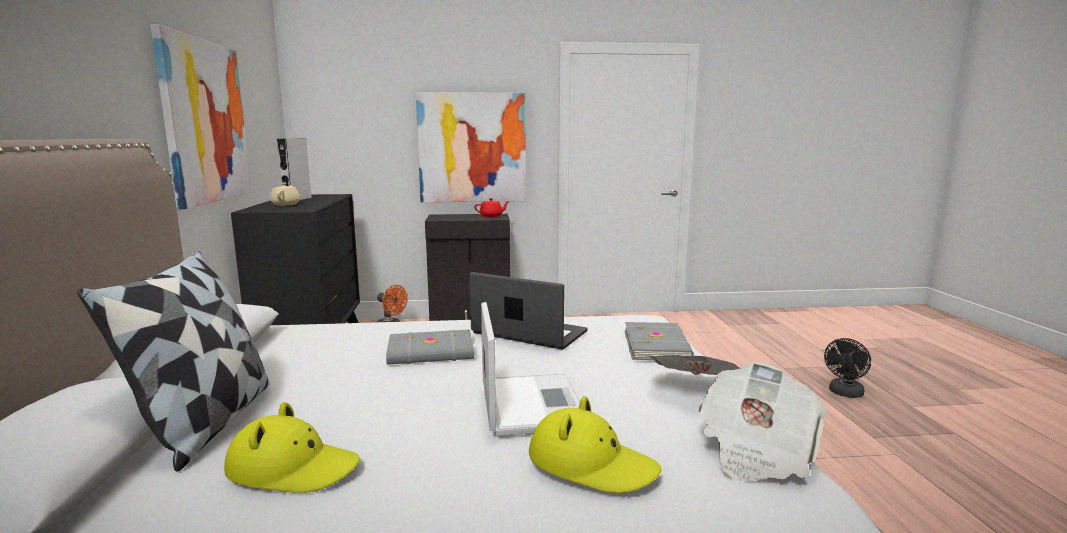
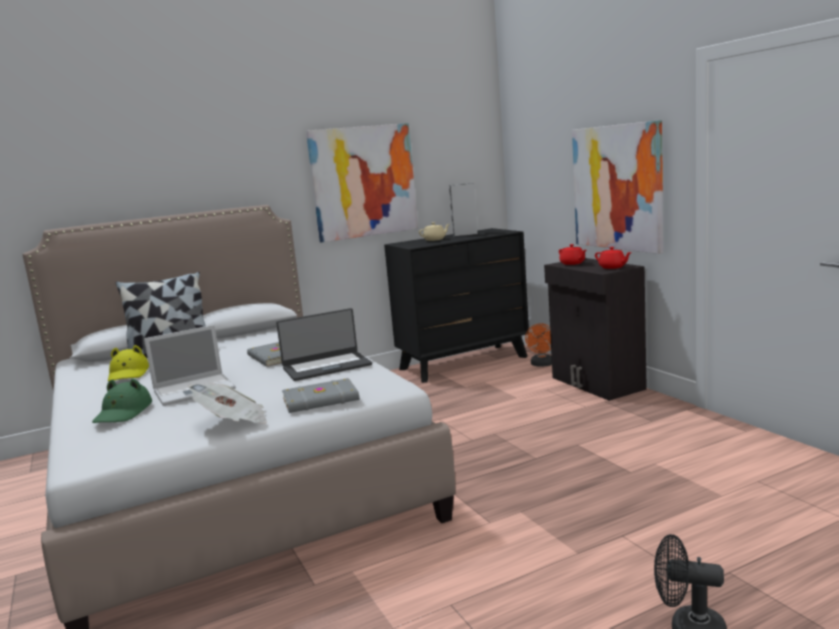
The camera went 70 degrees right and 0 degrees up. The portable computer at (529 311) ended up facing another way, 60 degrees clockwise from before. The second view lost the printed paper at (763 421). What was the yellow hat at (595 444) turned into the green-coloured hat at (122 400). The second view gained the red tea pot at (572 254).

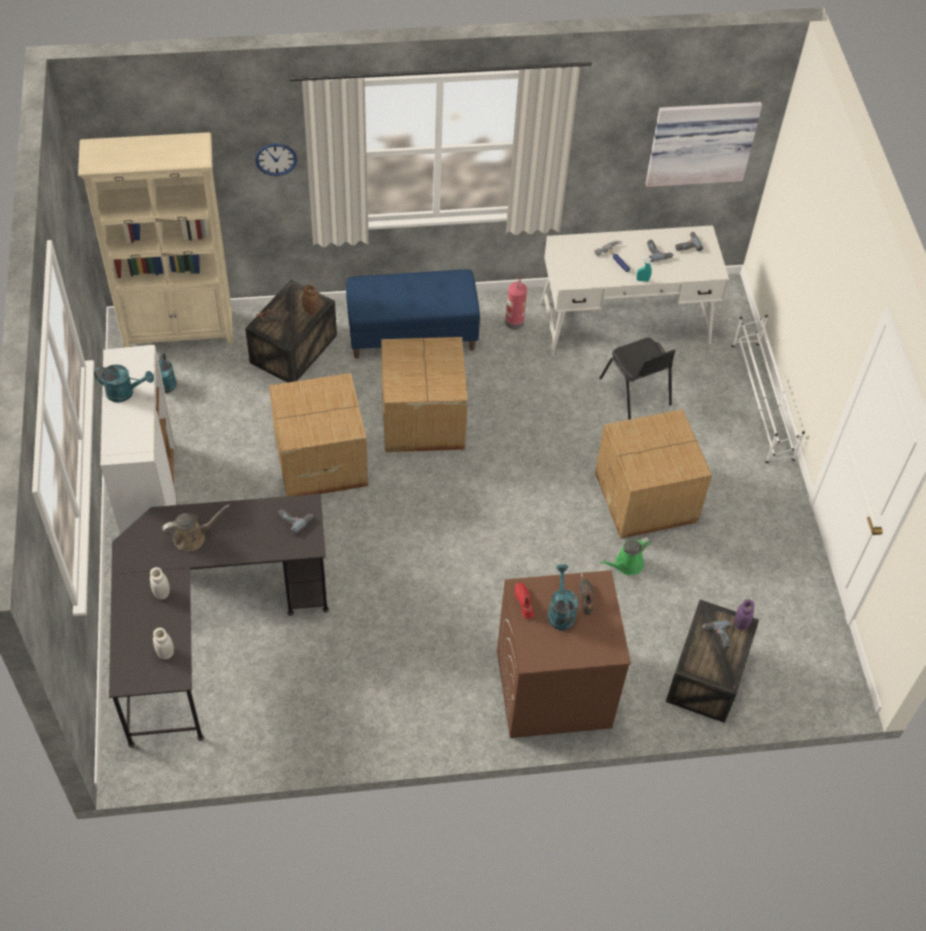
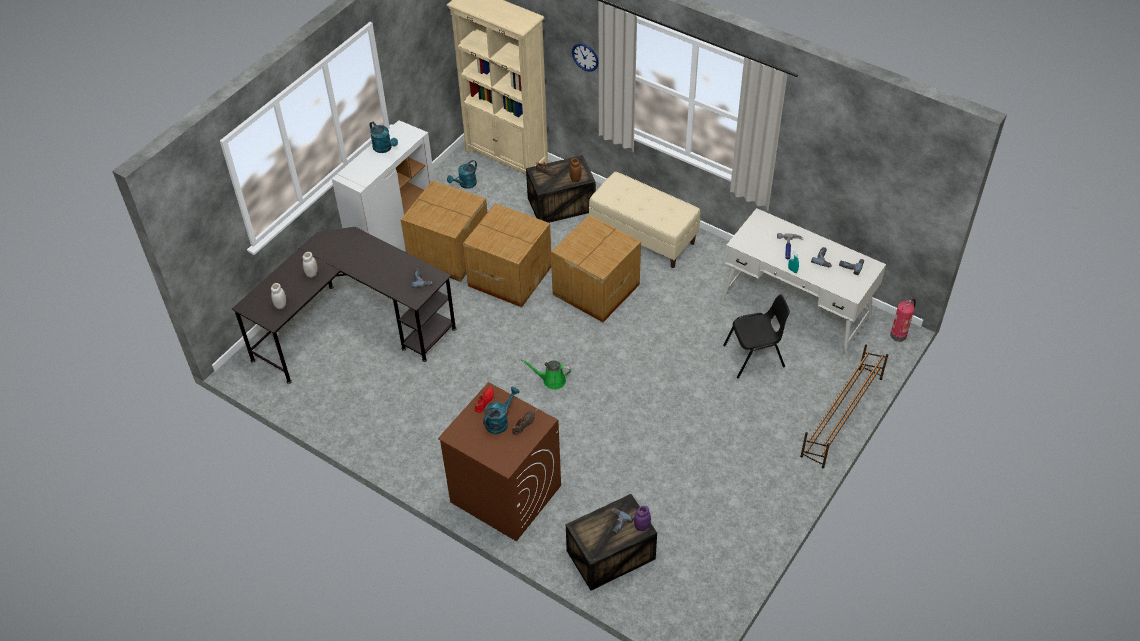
The camera went 45 degrees right and 5 degrees down. The second view lost the wall art at (704 144). What was the blue-coloured long seat at (413 314) turned into the sand-coloured long seat at (644 220). The extinguisher ended up elsewhere, having gone from (516 303) to (903 320). What was the white shoe stand at (768 389) turned into the brown shoe stand at (844 406). The black-coloured plain chair at (638 379) ended up facing another way, 120 degrees counterclockwise from before. The cardboard box ended up elsewhere, having gone from (653 474) to (444 231). The second view lost the brown watering can at (196 528). The green-coloured watering can ended up elsewhere, having gone from (625 556) to (546 374).

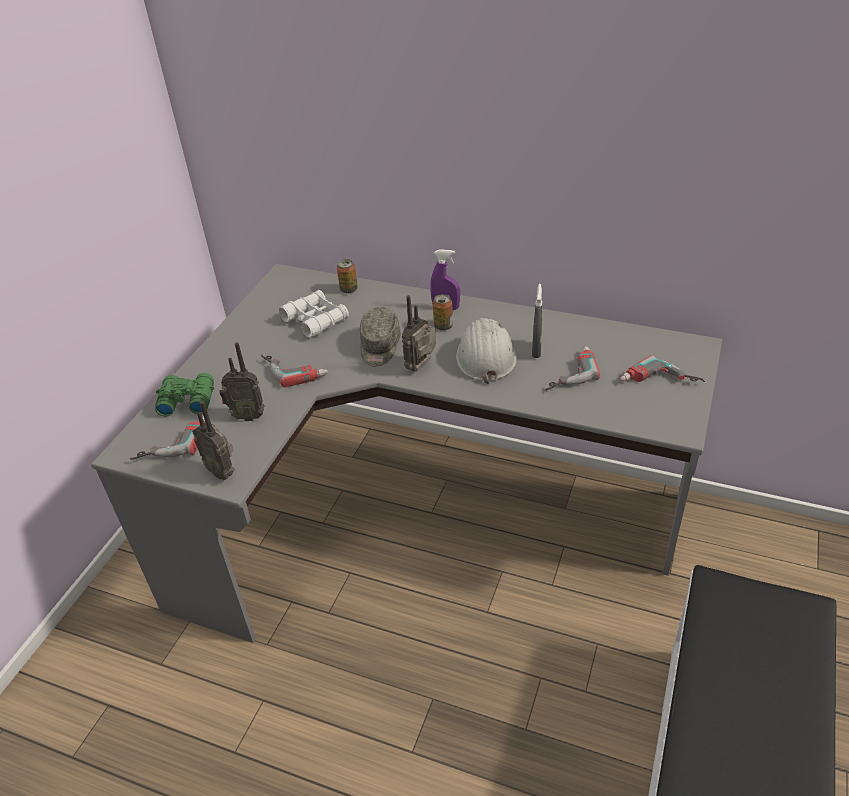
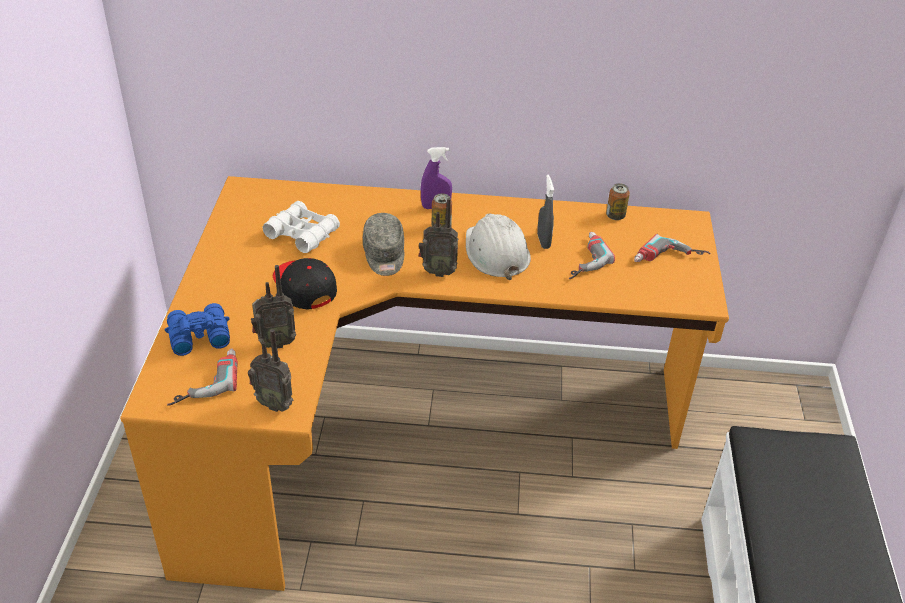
The camera went 20 degrees left and 0 degrees up. The can ended up elsewhere, having gone from (347 276) to (618 201). What was the grey desk table at (406 453) turned into the orange-coloured desk table at (424 383). The radio at (419 333) ended up facing another way, 105 degrees counterclockwise from before. Where the electric drill stood at (294 370), the black-coloured cap came to stand at (305 283). What was the green-coloured binoculars at (184 395) turned into the blue-coloured binoculars at (197 329).

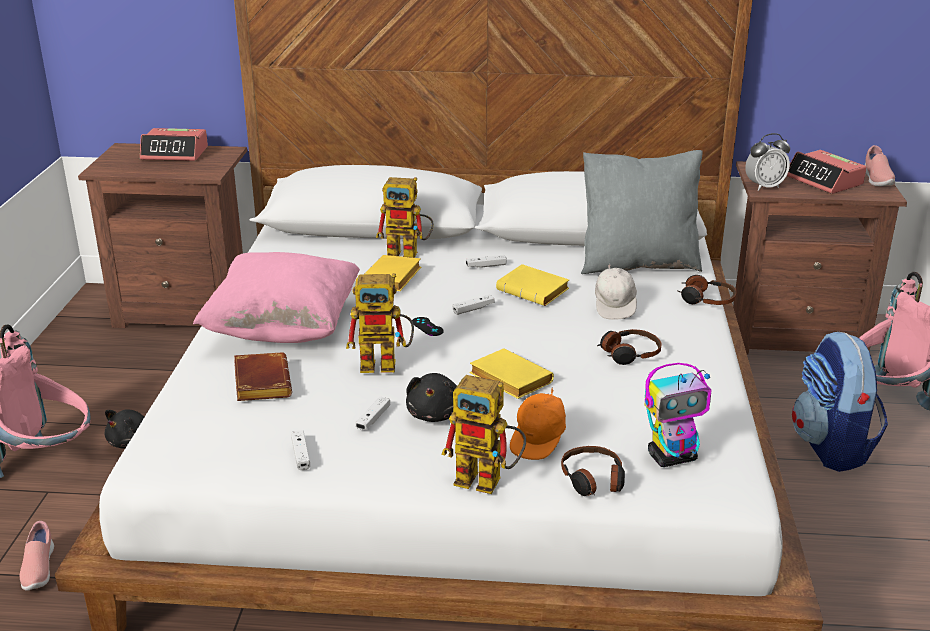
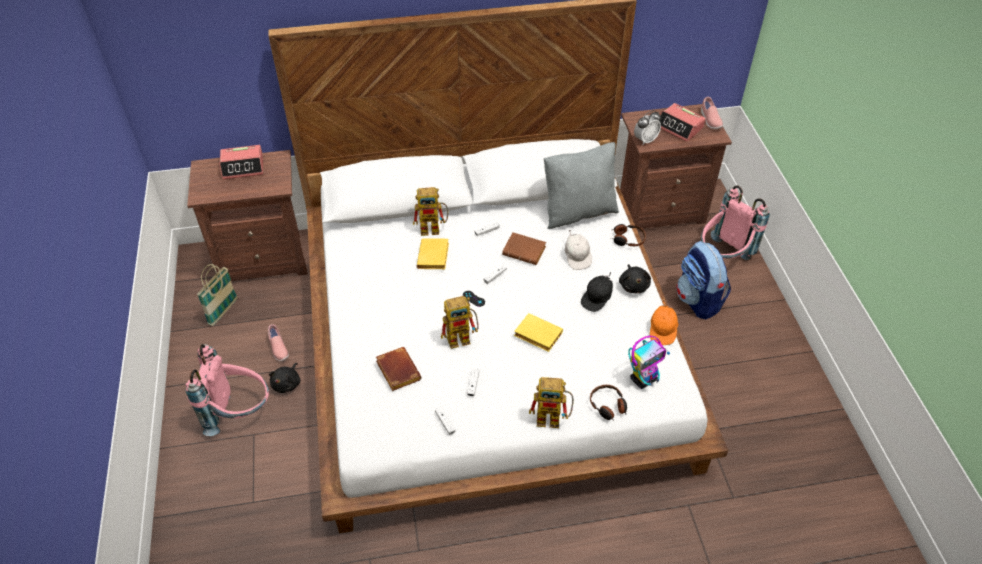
The camera went 15 degrees left and 20 degrees up. The second view lost the pink pillow at (276 297). What was the yellow volume at (532 285) turned into the brown volume at (524 248). Where the pair of headphones stood at (629 347), the black-coloured cap came to stand at (597 292). The black-coloured cuddly toy ended up elsewhere, having gone from (431 397) to (635 278). The orange-coloured cap ended up elsewhere, having gone from (538 423) to (664 322). The pink low shoe ended up elsewhere, having gone from (37 556) to (278 342). The second view gained the basket at (217 295).

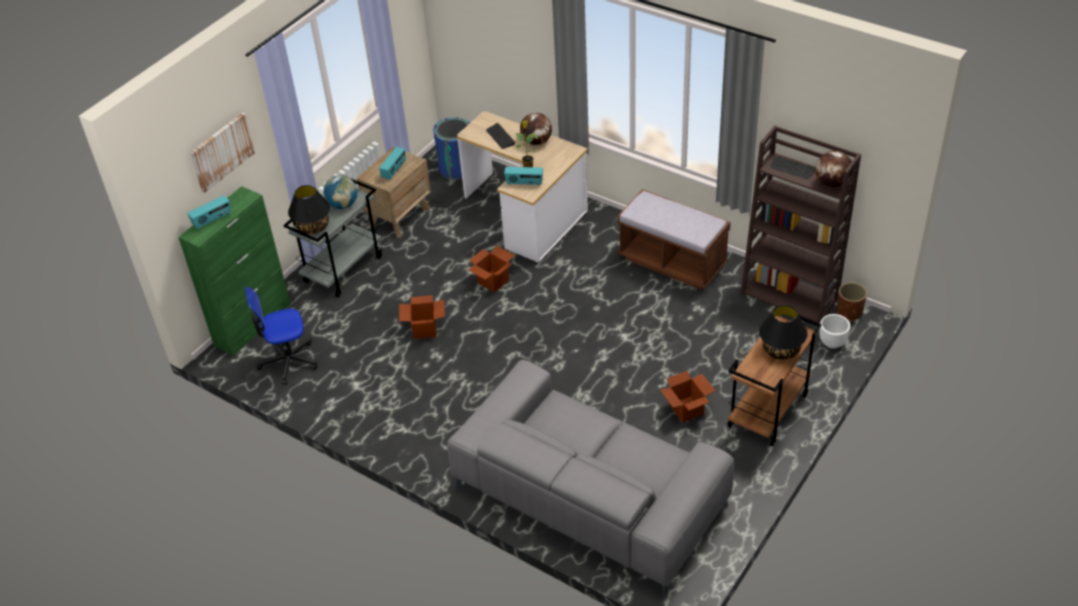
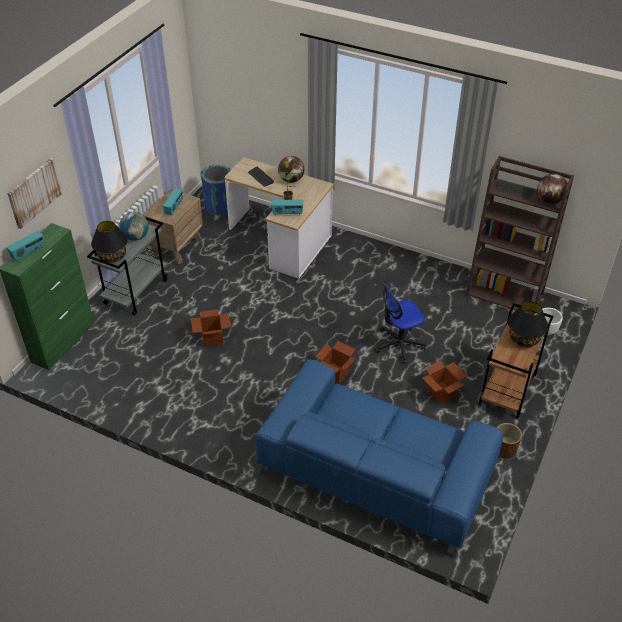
The camera went 10 degrees left and 0 degrees up. The second view lost the brown long seat at (674 239). The cardboard box ended up elsewhere, having gone from (491 269) to (335 362). The brown plant pot ended up elsewhere, having gone from (852 301) to (509 441). The computer chair ended up elsewhere, having gone from (281 336) to (400 323). What was the grey settee at (590 479) turned into the blue-coloured settee at (379 458).

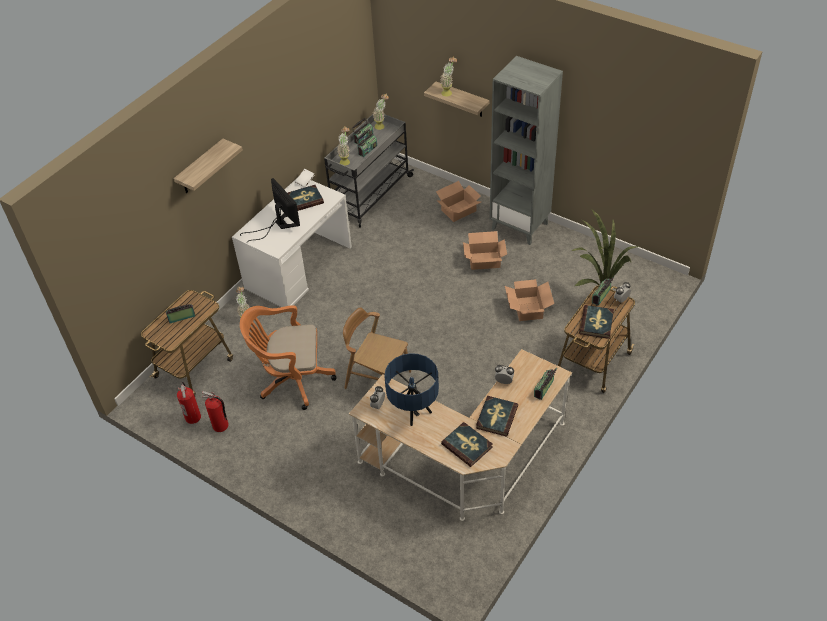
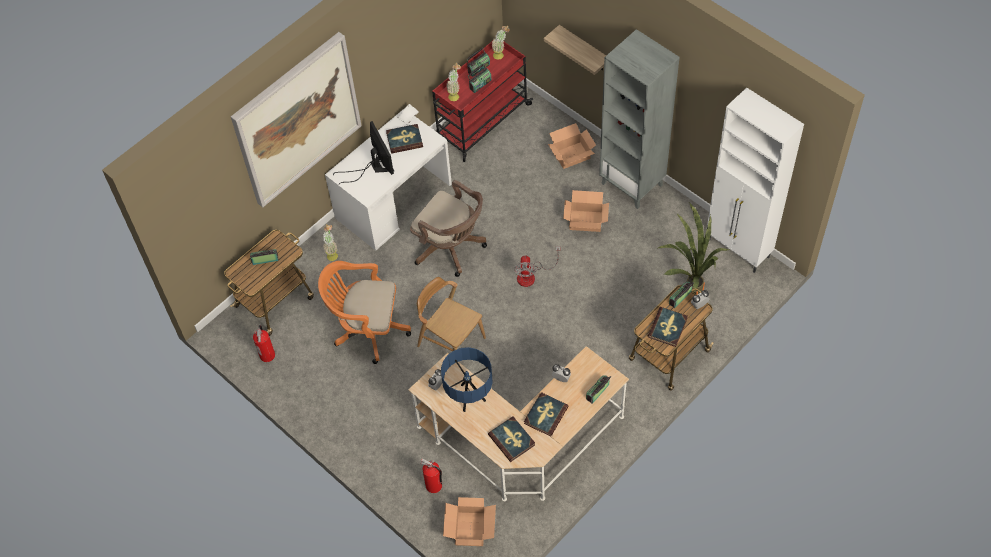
The camera went 10 degrees right and 10 degrees up. The second view lost the plant in a pot at (448 76). What was the grey trolley at (369 170) turned into the red trolley at (482 100). Where the wall shelf hung at (208 166), the wall art came to hang at (296 119). The cardboard box ended up elsewhere, having gone from (529 300) to (469 521). The extinguisher ended up elsewhere, having gone from (215 411) to (431 475). The second view gained the white cupboard at (755 180). The second view gained the brown computer chair at (448 228). The second view gained the electric fan at (537 266).

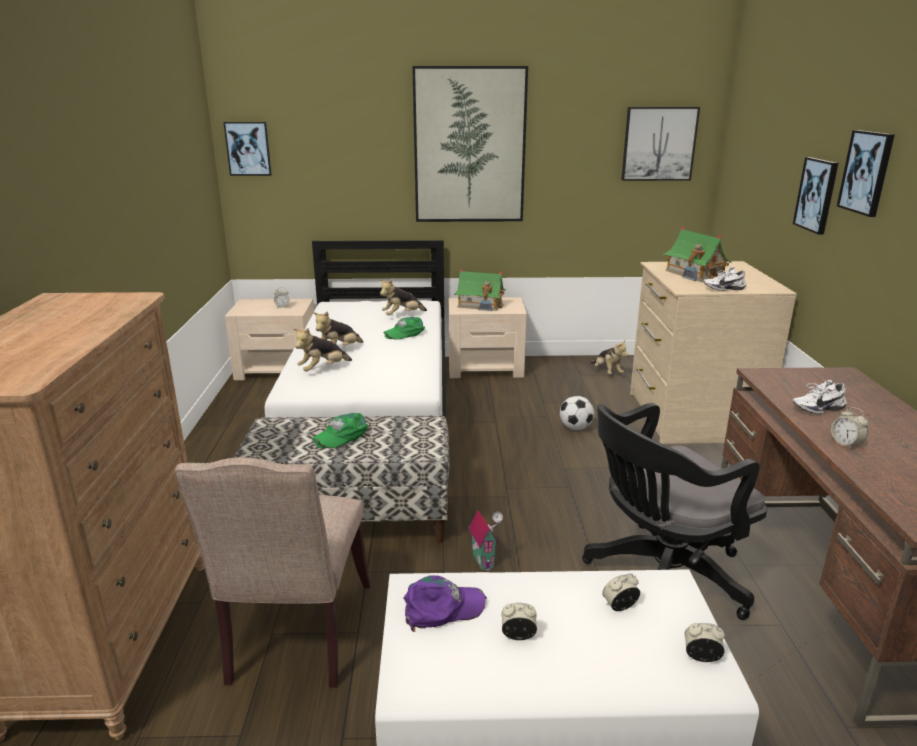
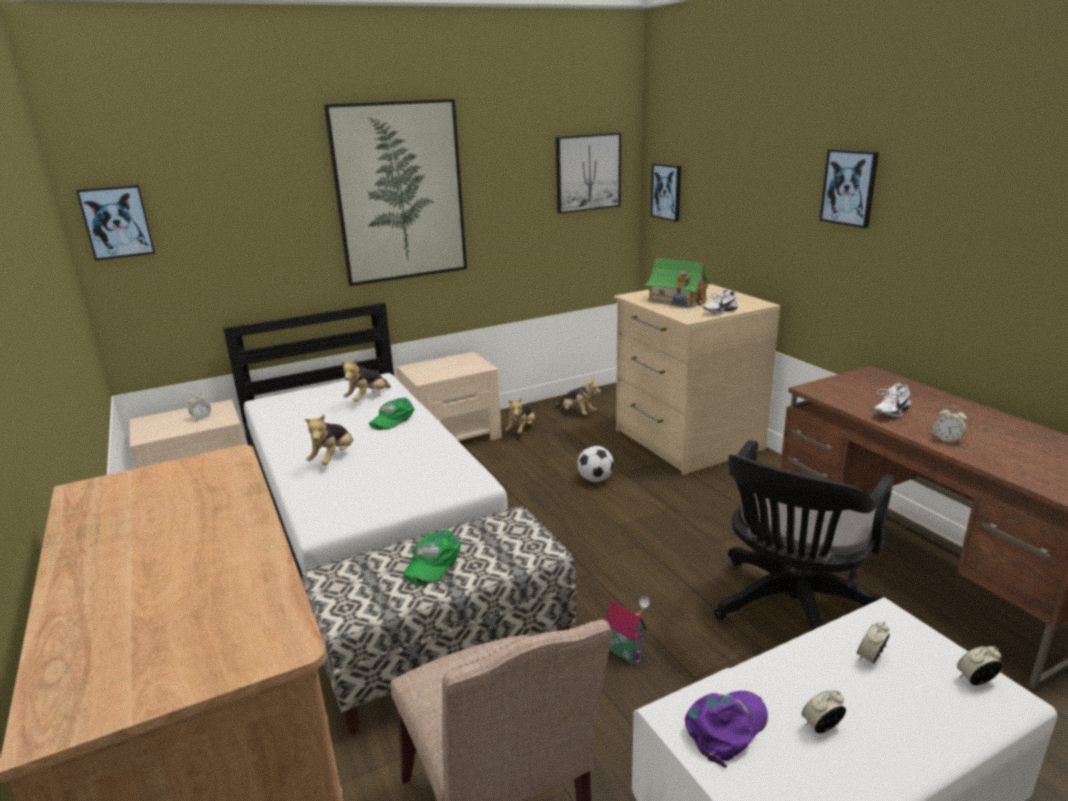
The camera went 25 degrees left and 0 degrees up. The wall art ended up elsewhere, having gone from (815 196) to (666 192). The second view lost the model house at (479 290). The cuddly toy ended up elsewhere, having gone from (322 349) to (520 416).

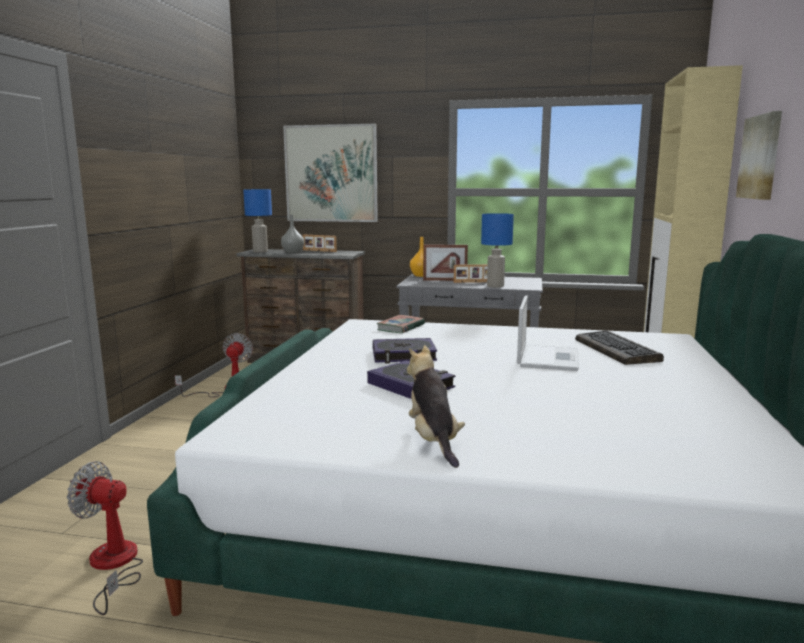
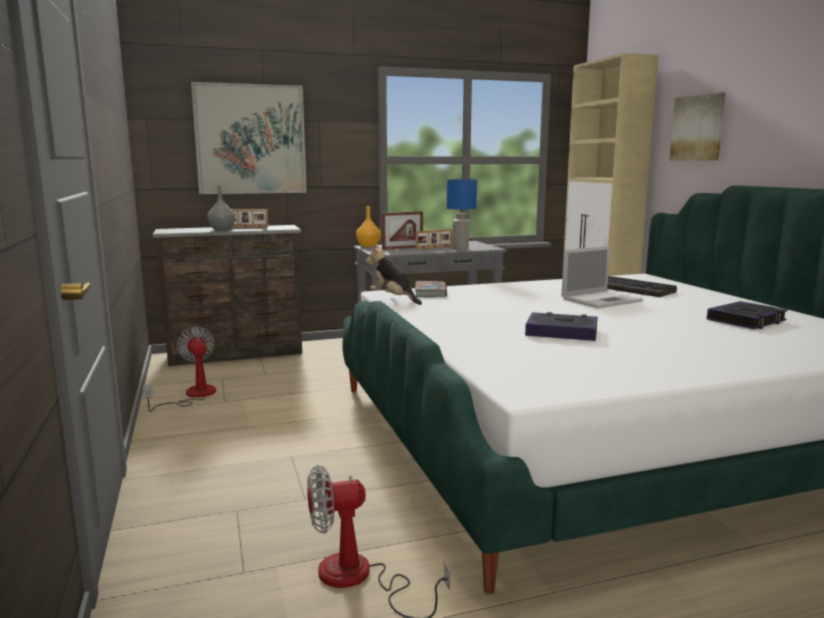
The camera went 30 degrees left and 0 degrees up. The second view lost the blue-coloured table lamp at (257 221). The portable computer at (548 333) ended up facing another way, 75 degrees clockwise from before. The volume ended up elsewhere, having gone from (405 350) to (747 315). The cuddly toy ended up elsewhere, having gone from (436 406) to (394 275).

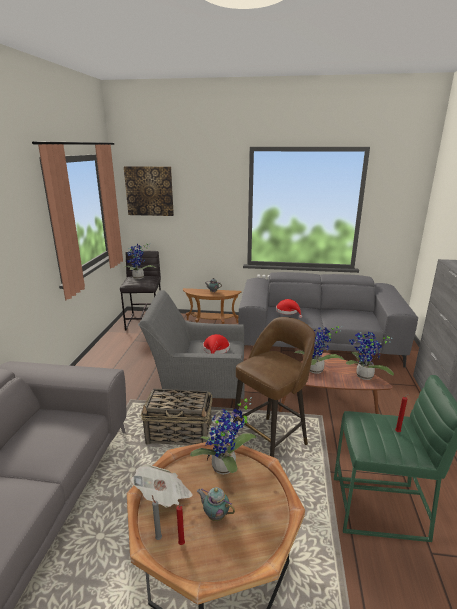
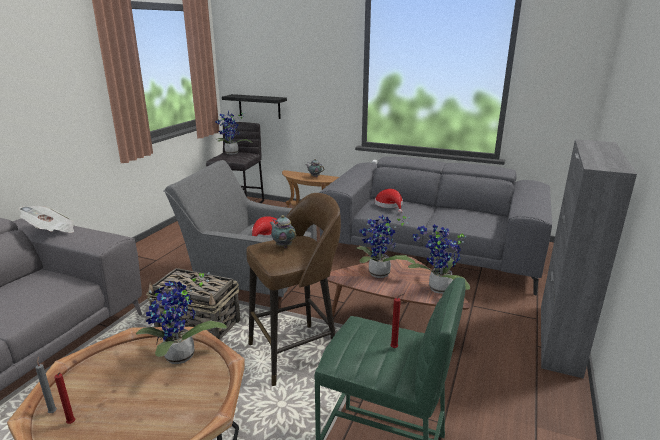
The camera went 15 degrees right and 0 degrees up. The second view lost the wall art at (149 191). The printed paper ended up elsewhere, having gone from (161 486) to (46 219). The tea pot ended up elsewhere, having gone from (216 504) to (282 231). The second view gained the black-coloured wall shelf at (254 106).

